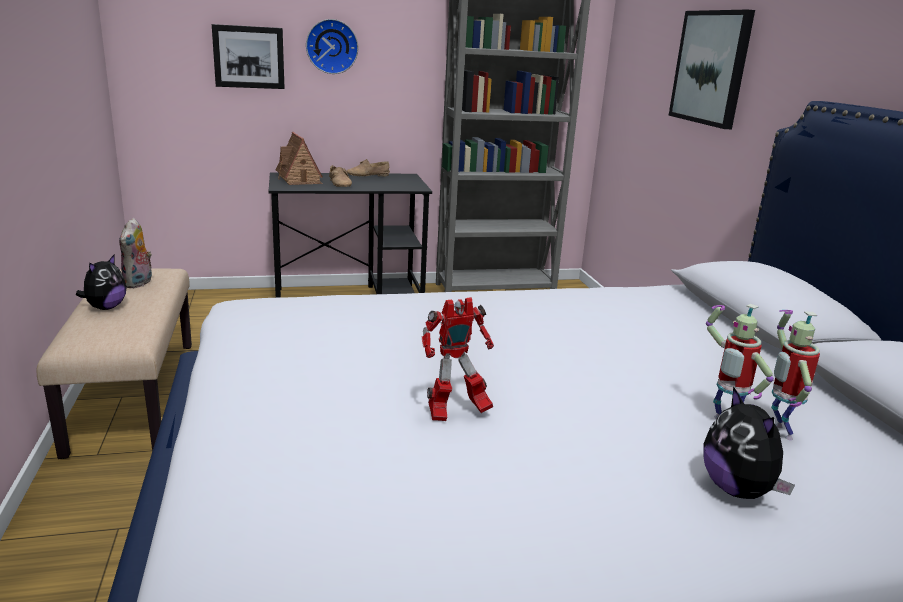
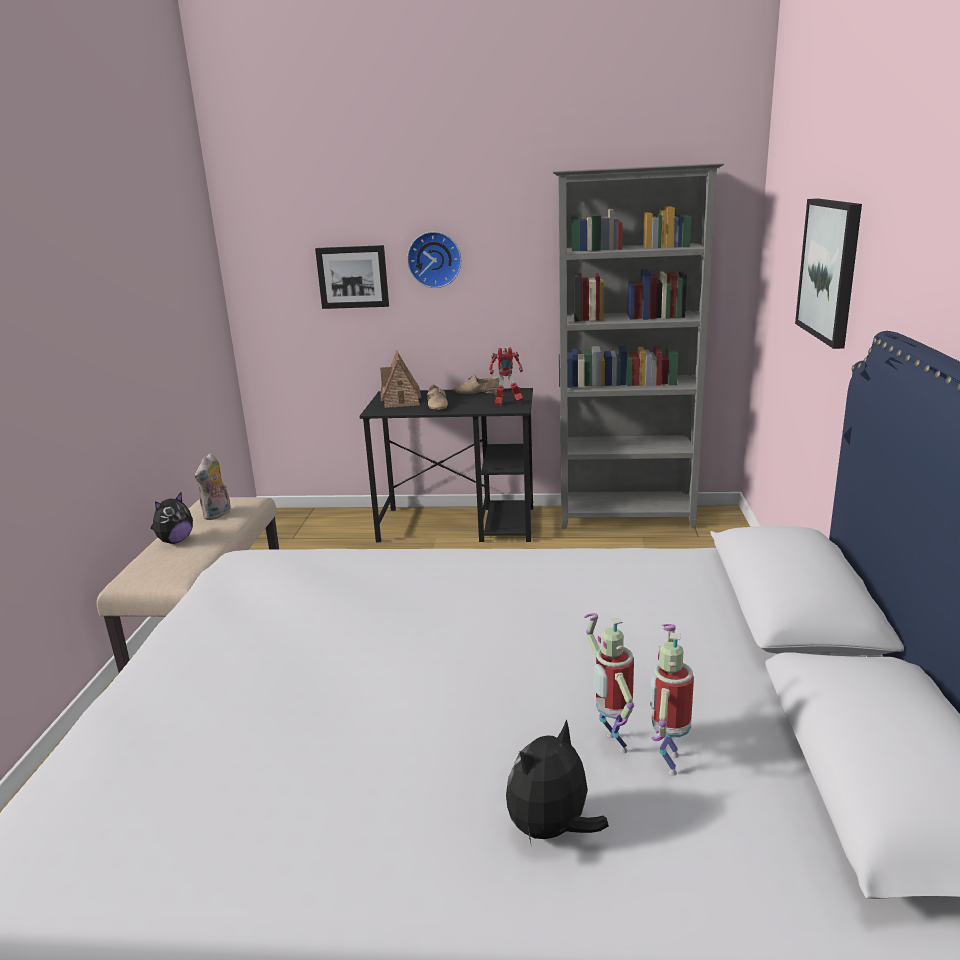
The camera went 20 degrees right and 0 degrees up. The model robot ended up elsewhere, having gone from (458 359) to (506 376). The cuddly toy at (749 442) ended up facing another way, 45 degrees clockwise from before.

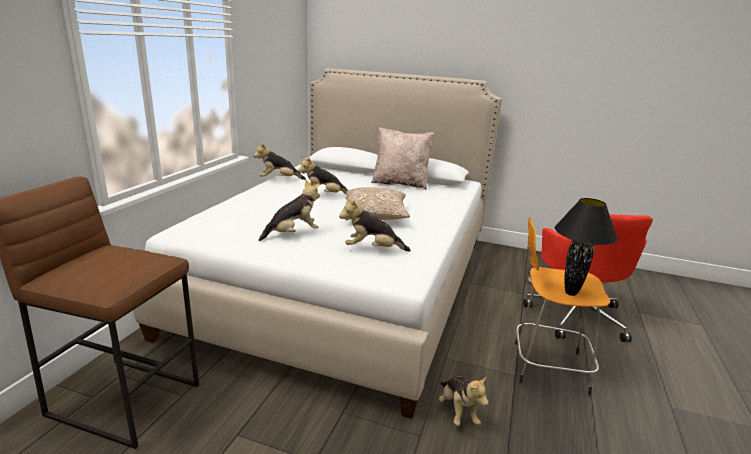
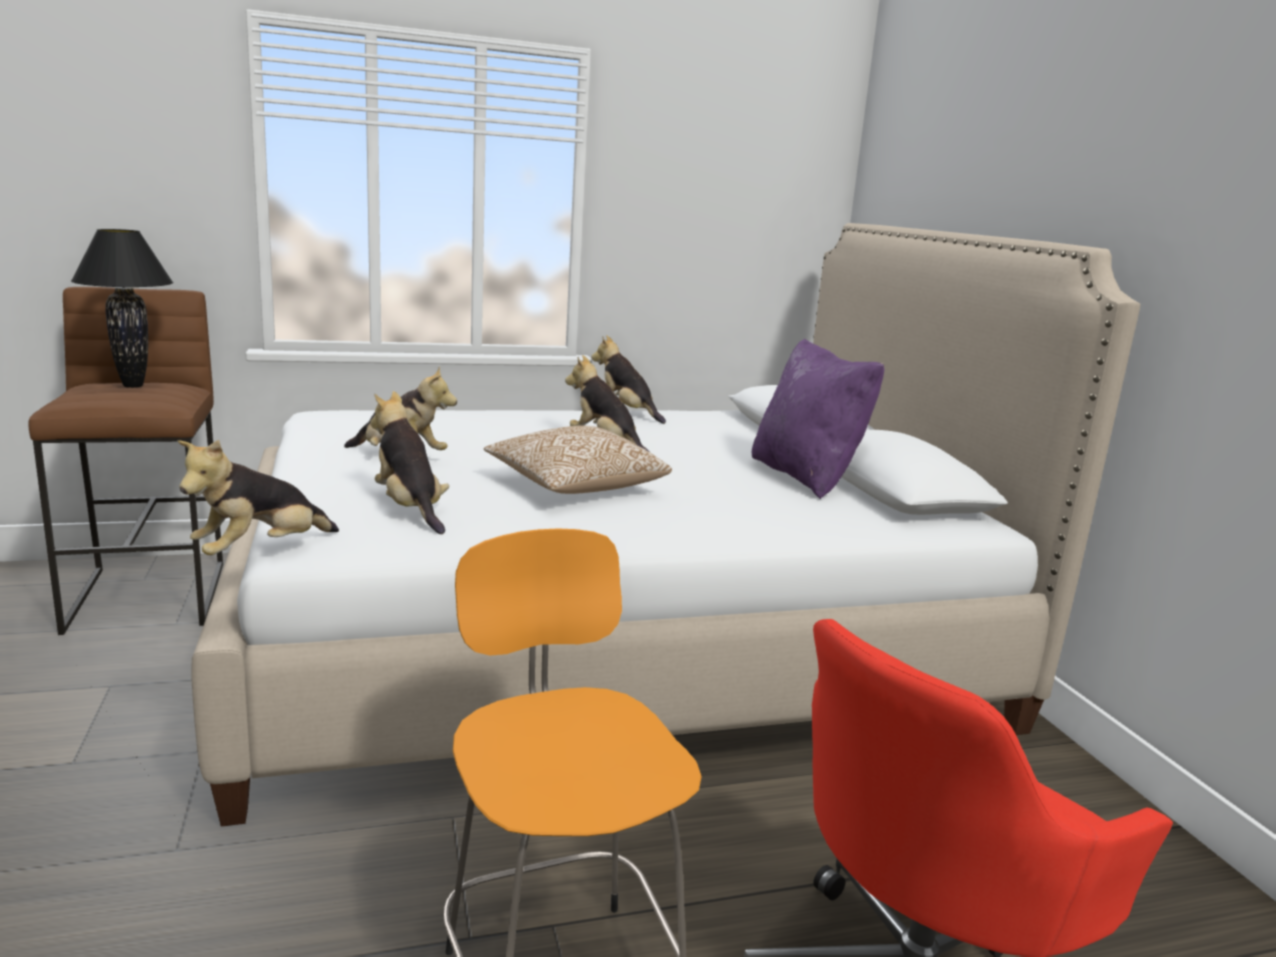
The camera went 55 degrees right and 5 degrees down. What was the sand-coloured pillow at (402 158) turned into the purplish pillow at (818 419). The black-coloured table lamp ended up elsewhere, having gone from (586 247) to (122 308). The cuddly toy ended up elsewhere, having gone from (463 401) to (258 497).

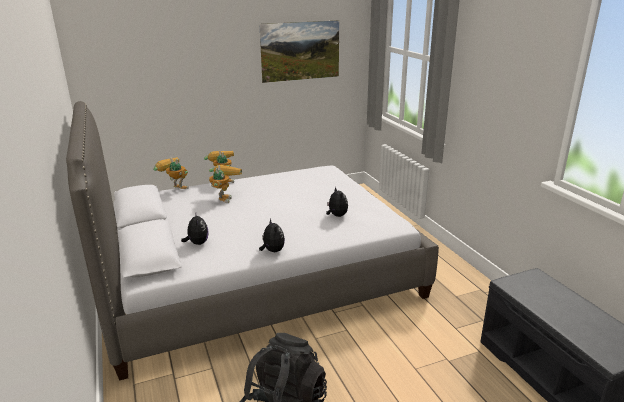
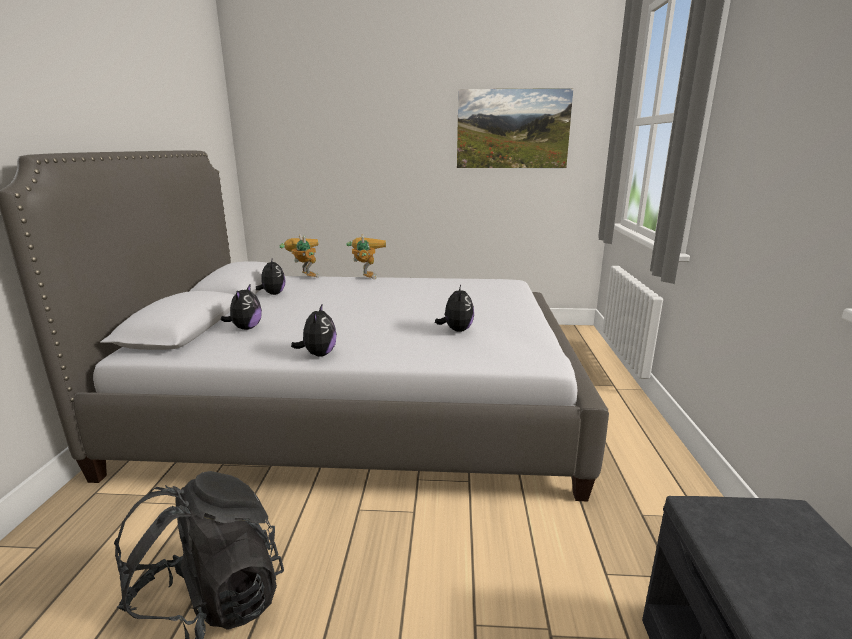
The camera went 25 degrees right and 5 degrees down. The second view lost the model robot at (225 184). The second view gained the cuddly toy at (271 277).

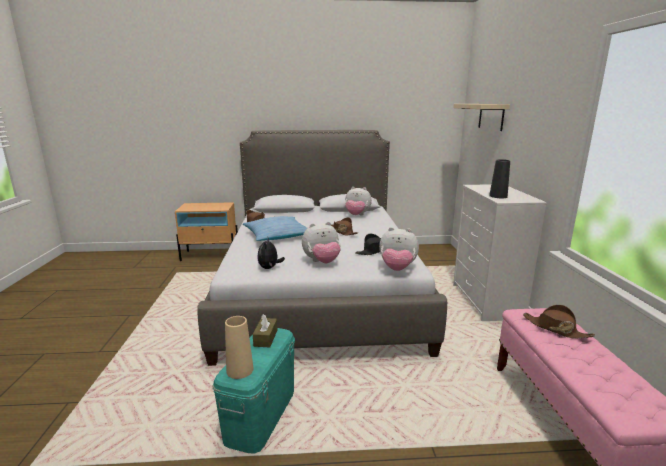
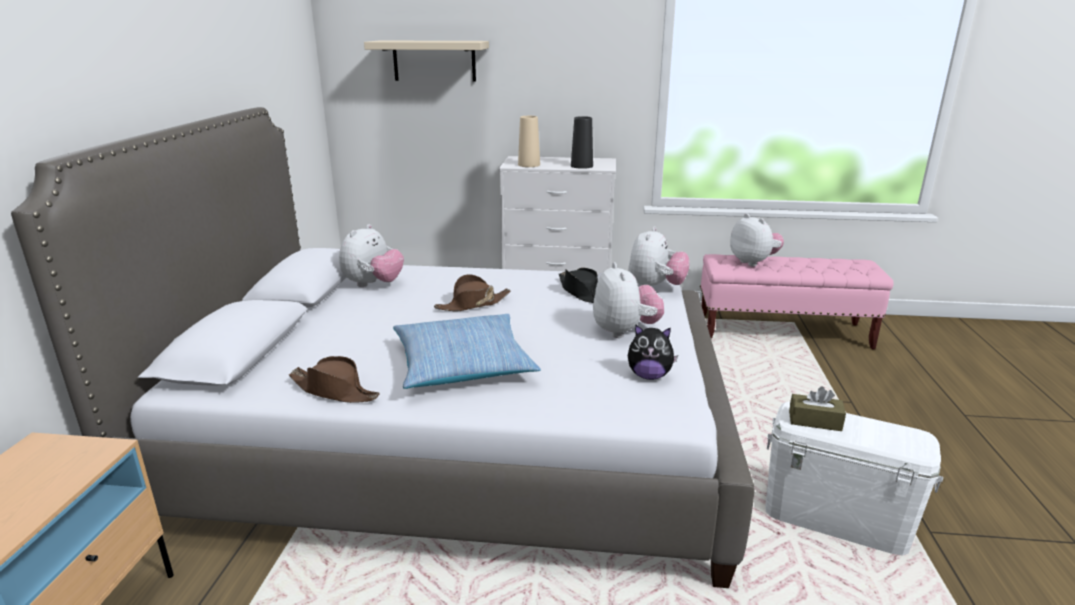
The camera went 80 degrees left and 5 degrees up. Where the brown hat stood at (559 322), the cuddly toy came to stand at (757 240). The sand-coloured decorative vase ended up elsewhere, having gone from (239 347) to (529 141). What was the blue-green storage bin at (253 391) turned into the white storage bin at (854 479).

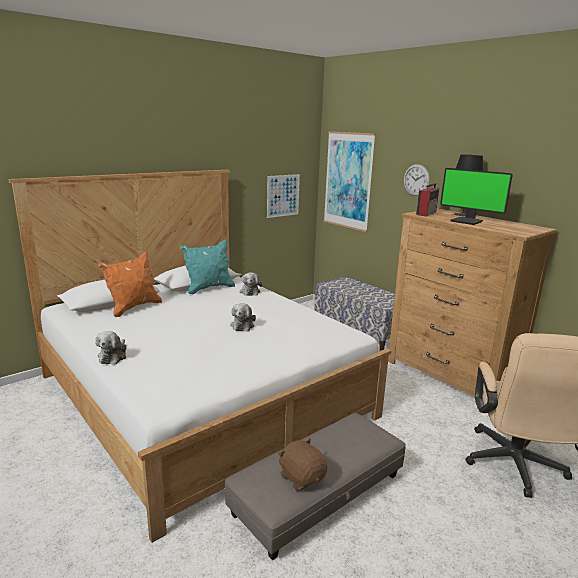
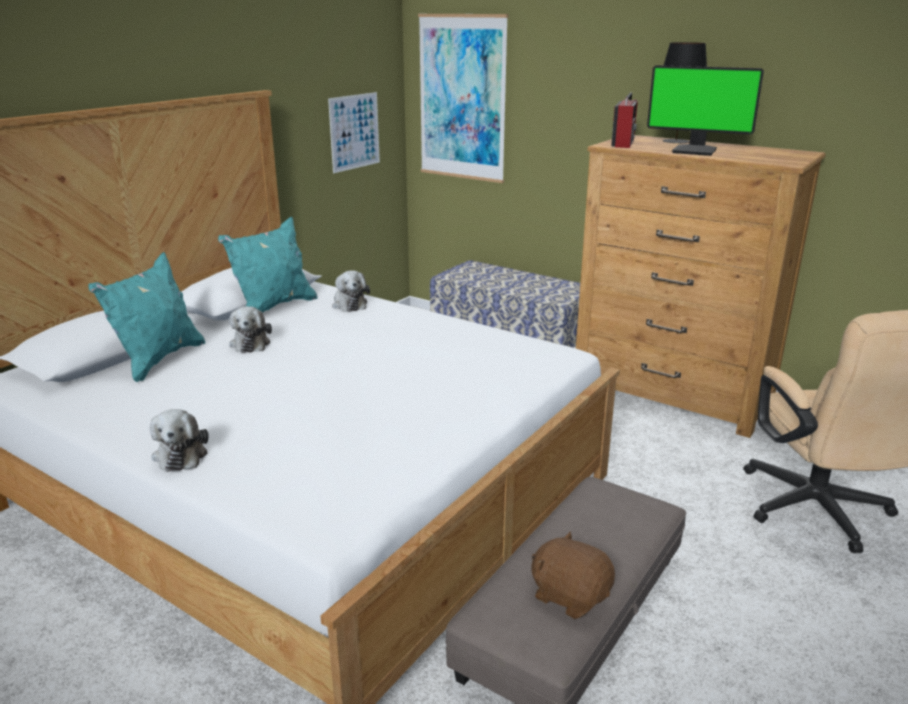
The camera went 15 degrees left and 5 degrees up. The second view lost the clock on the wall at (417 180). What was the orange-coloured pillow at (130 284) turned into the blue-green pillow at (146 317). The cuddly toy ended up elsewhere, having gone from (243 317) to (250 329).

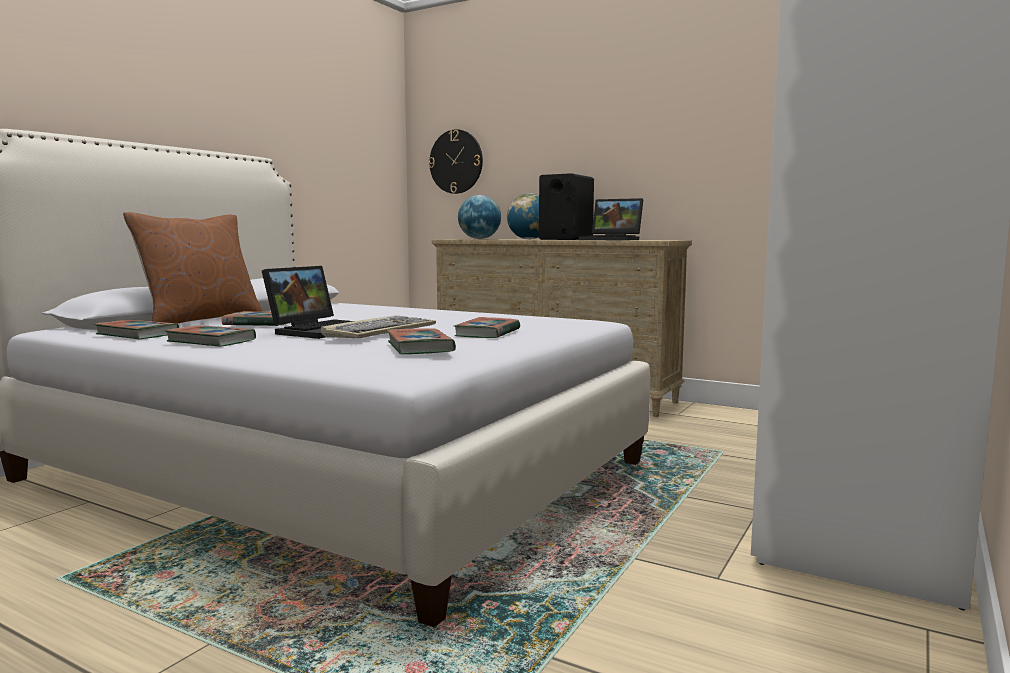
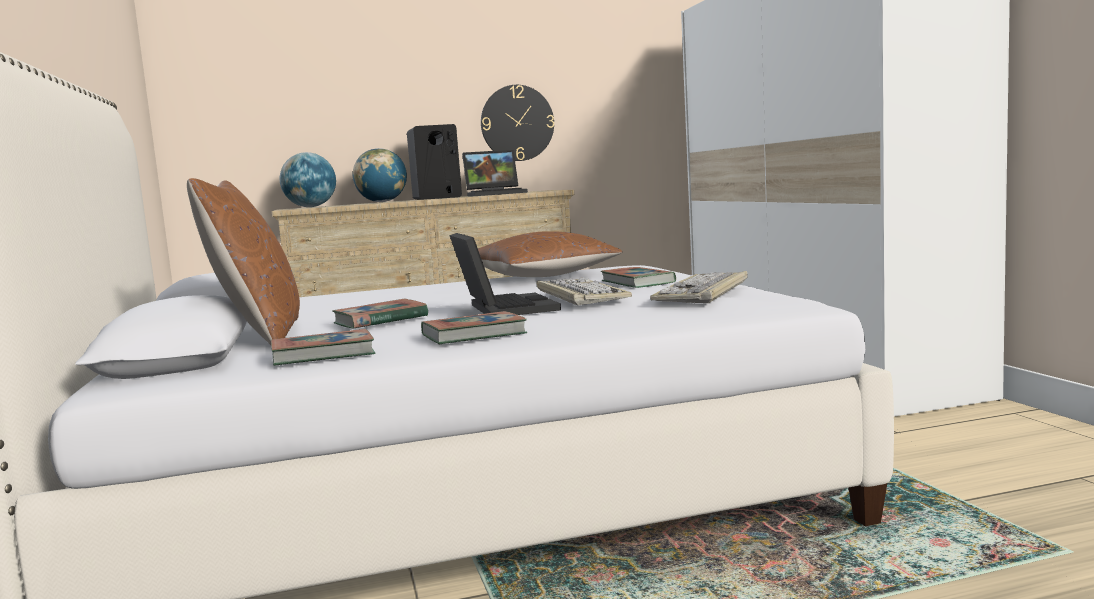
The camera went 45 degrees left and 0 degrees up. The clock on the wall ended up elsewhere, having gone from (456 161) to (517 123). Where the volume stood at (421 341), the keyboard came to stand at (698 287). The second view gained the brown pillow at (550 254).

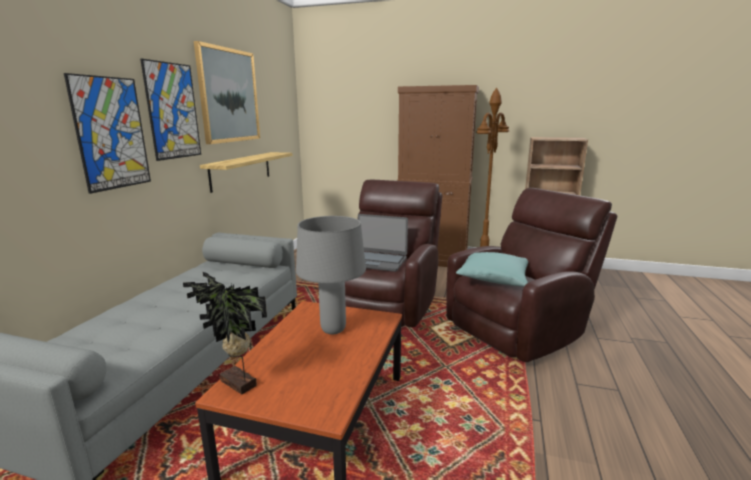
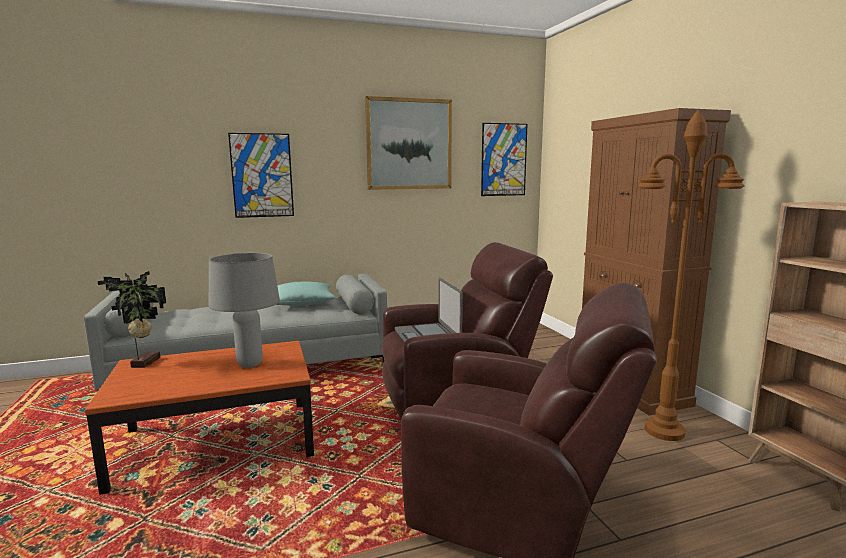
The camera went 55 degrees right and 5 degrees down. The wall art ended up elsewhere, having gone from (170 110) to (504 159). The second view lost the wall shelf at (246 172). The blue-green pillow ended up elsewhere, having gone from (492 269) to (305 293).

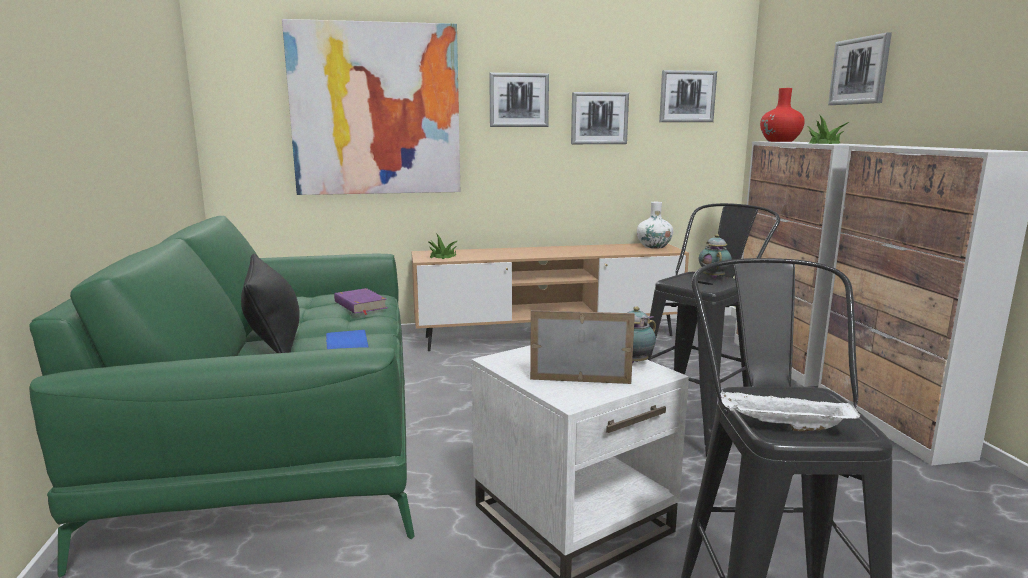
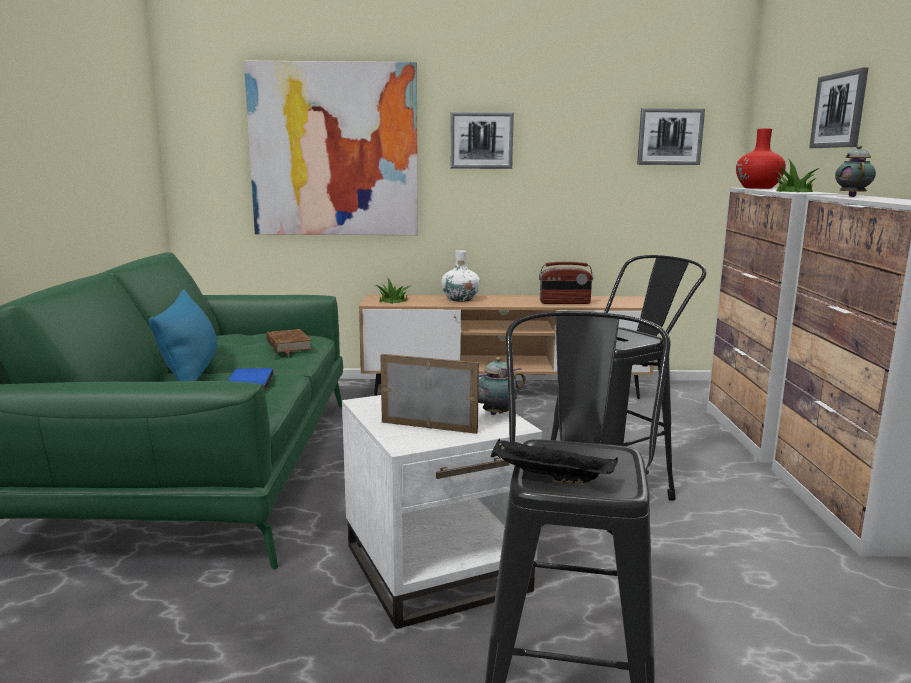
The camera went 10 degrees right and 0 degrees up. The second view lost the wall art at (600 118). The white decorative vase ended up elsewhere, having gone from (655 225) to (460 276). The tea pot ended up elsewhere, having gone from (715 256) to (855 171). What was the black-coloured pillow at (270 303) turned into the blue-coloured pillow at (183 335). What was the purplish volume at (360 301) turned into the brown volume at (289 342). What was the white carrying tray at (790 411) turned into the black-coloured carrying tray at (554 461). The second view gained the radio at (566 283).

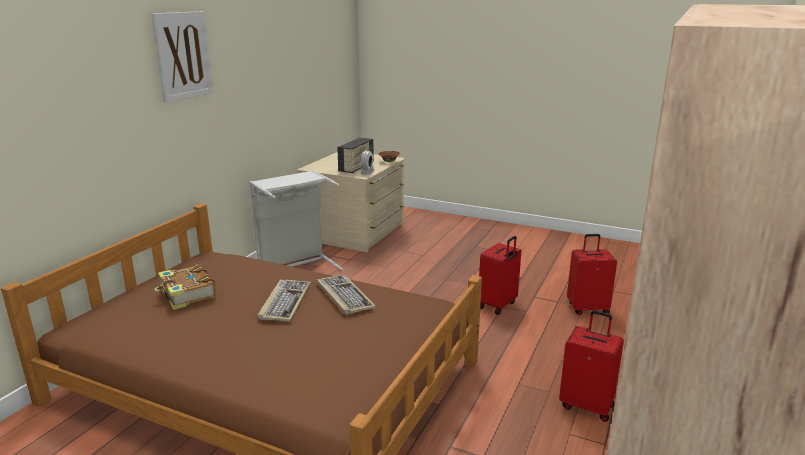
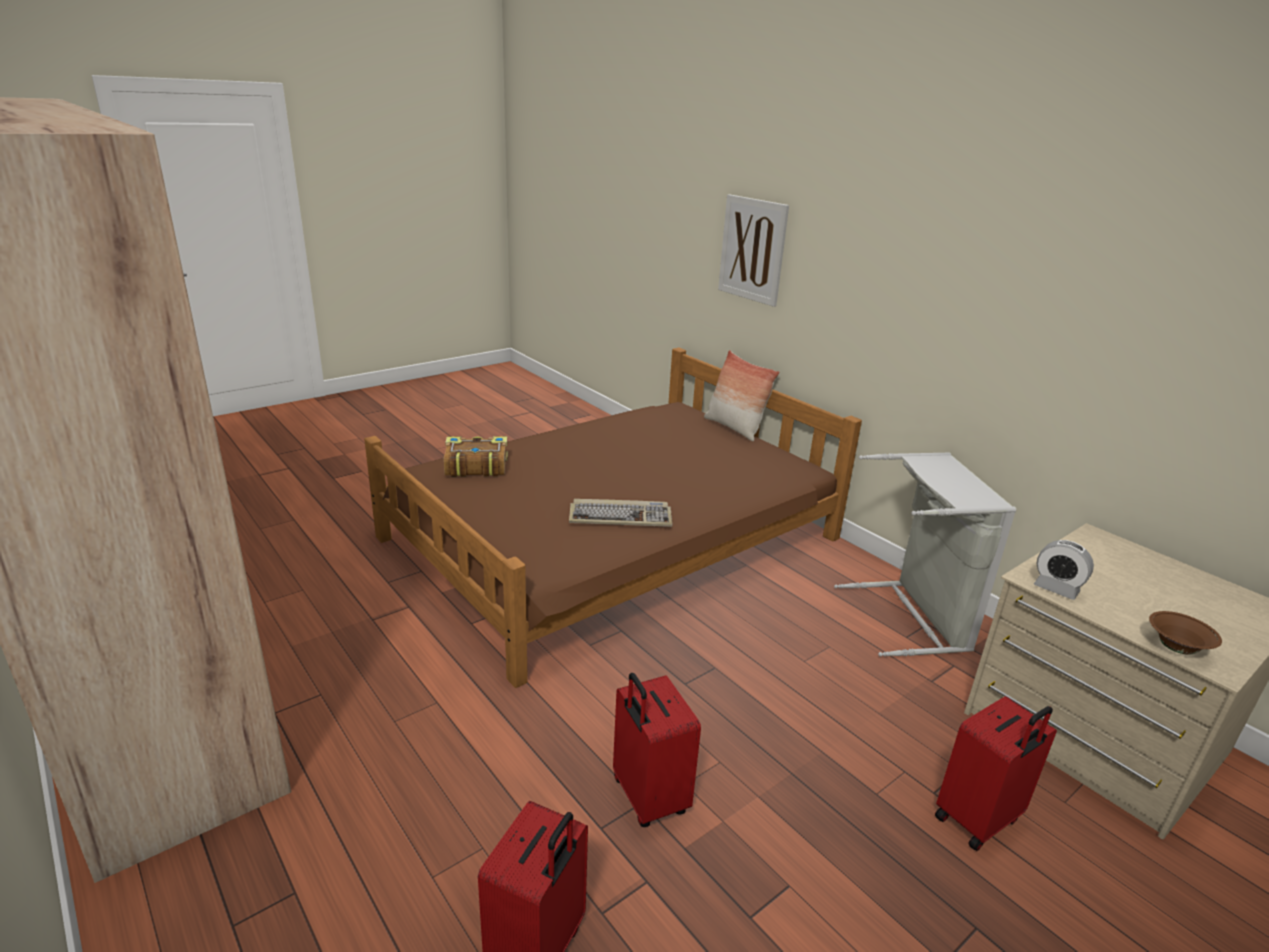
The camera went 115 degrees right and 5 degrees up. The wall art ended up elsewhere, having gone from (182 57) to (753 250). The second view lost the radio at (355 155). The volume ended up elsewhere, having gone from (185 287) to (476 456). The second view lost the keyboard at (284 300). The red piece of luggage ended up elsewhere, having gone from (591 366) to (996 773). The second view gained the pillow at (742 395).

